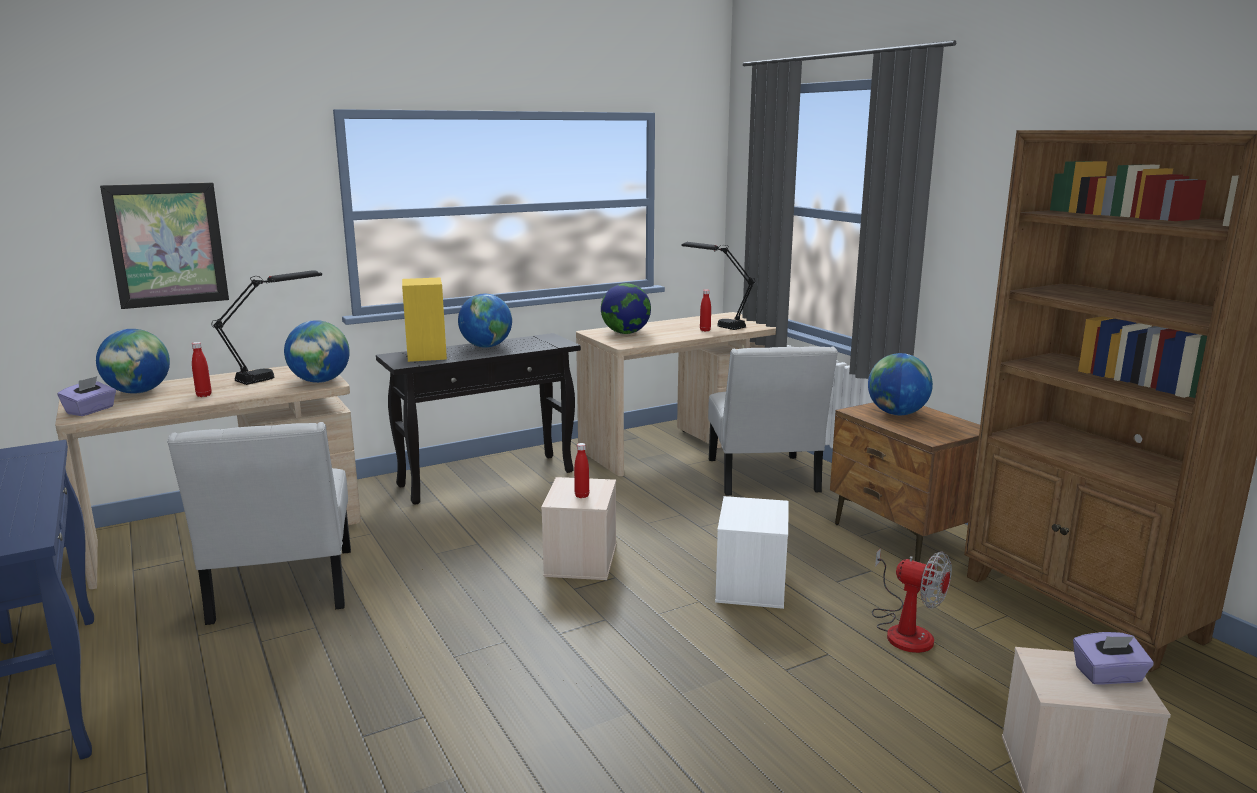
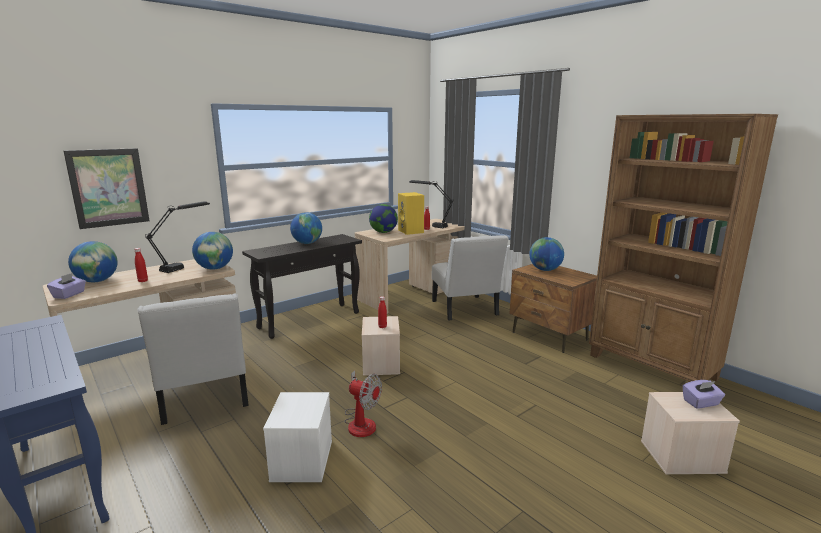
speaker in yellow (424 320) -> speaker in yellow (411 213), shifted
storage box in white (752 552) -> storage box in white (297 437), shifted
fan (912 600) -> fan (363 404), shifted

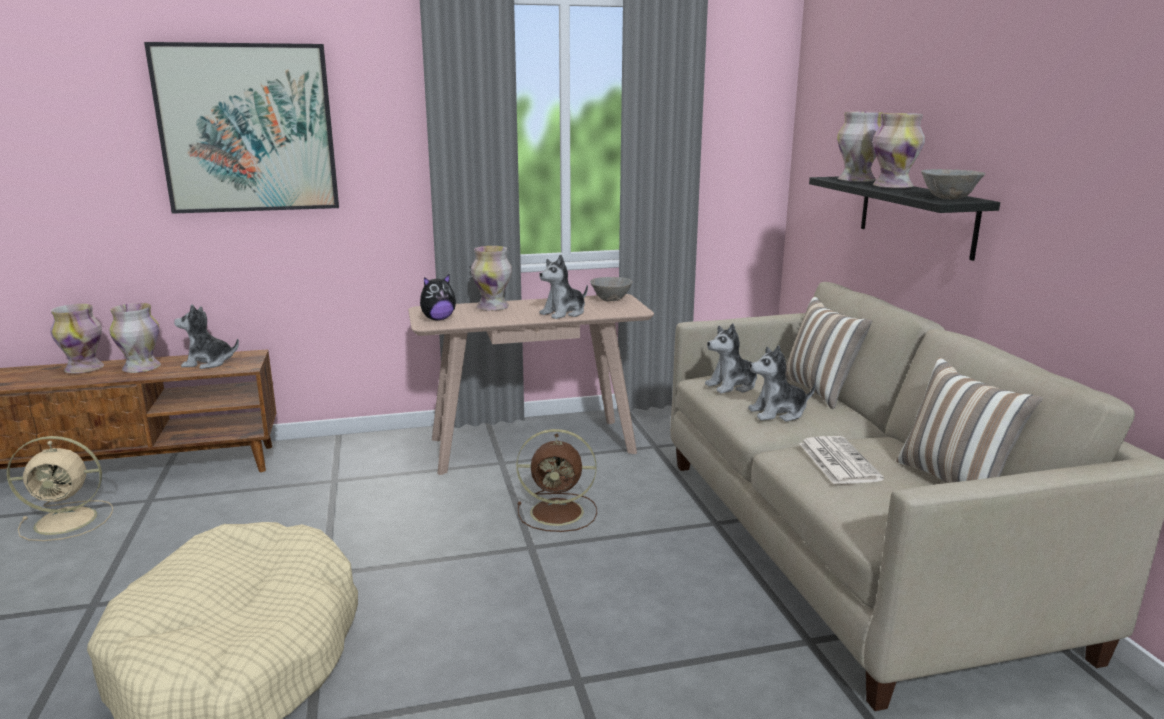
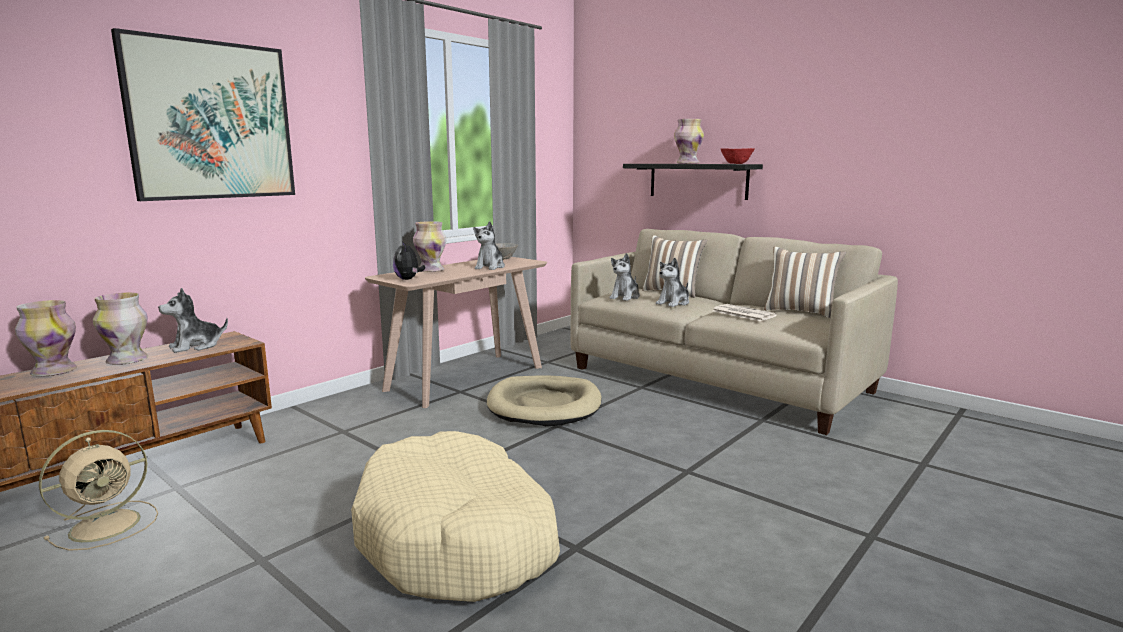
plush toy (438 297) -> plush toy (409 261), 135 degrees clockwise
fan in brown (556 480) -> dog bed in beige (544 401)
vase (860 147) -> none
bowl in grey (953 184) -> bowl in red (738 156)

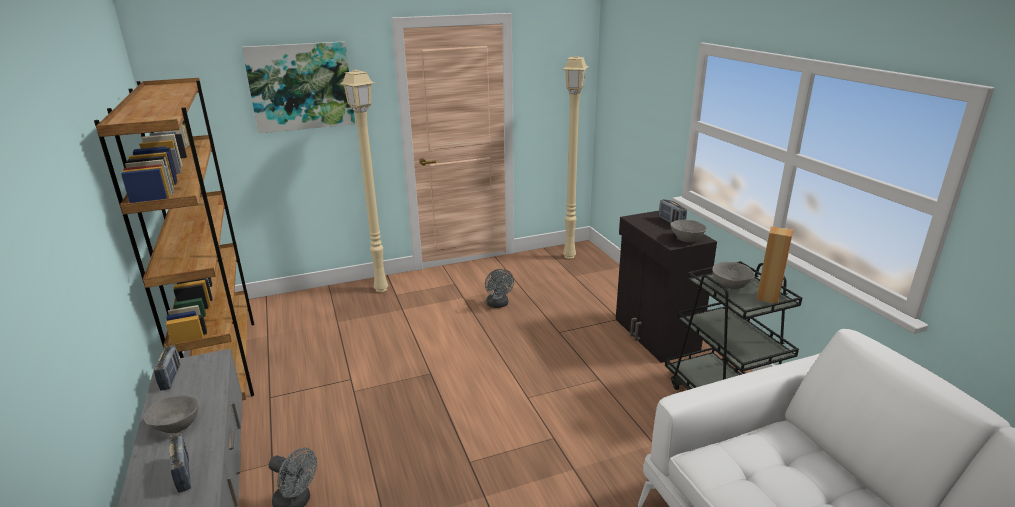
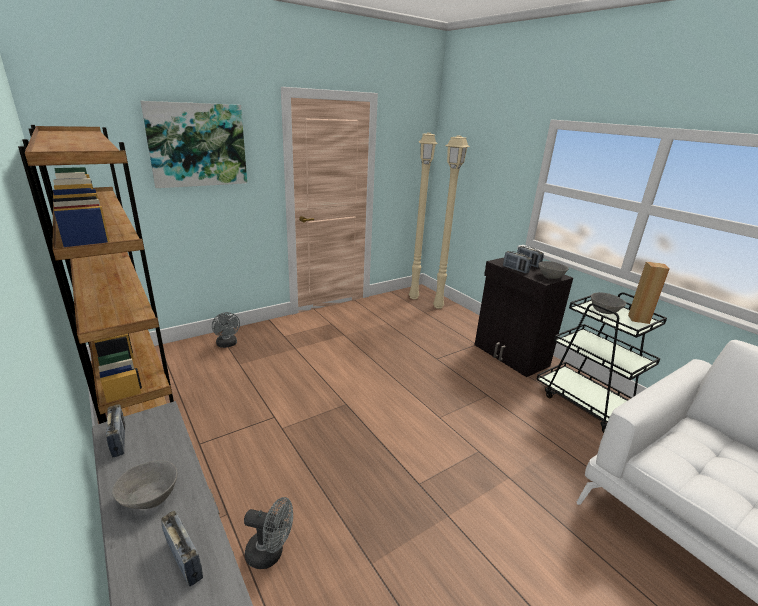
floor lamp in beige (364 181) -> floor lamp in beige (451 222), shifted
fan in grey (499 288) -> fan in grey (226 330), shifted
none -> radio (517 262)

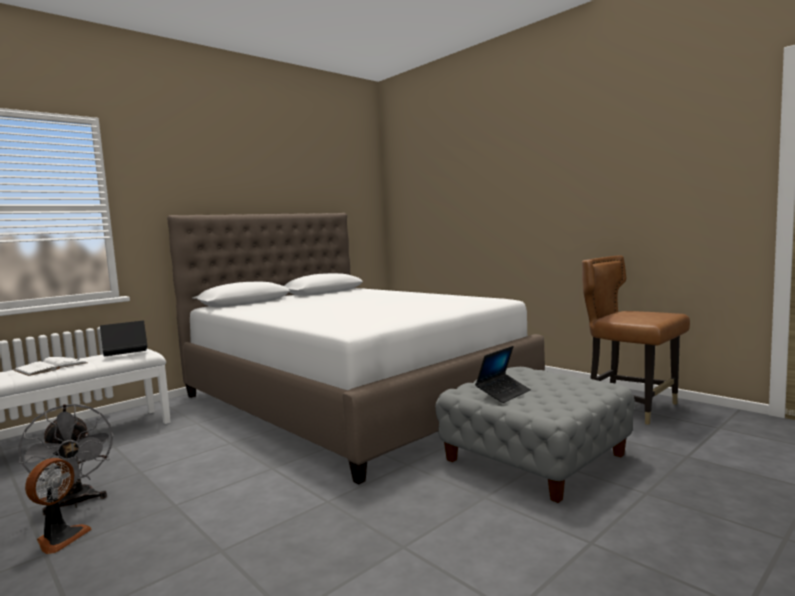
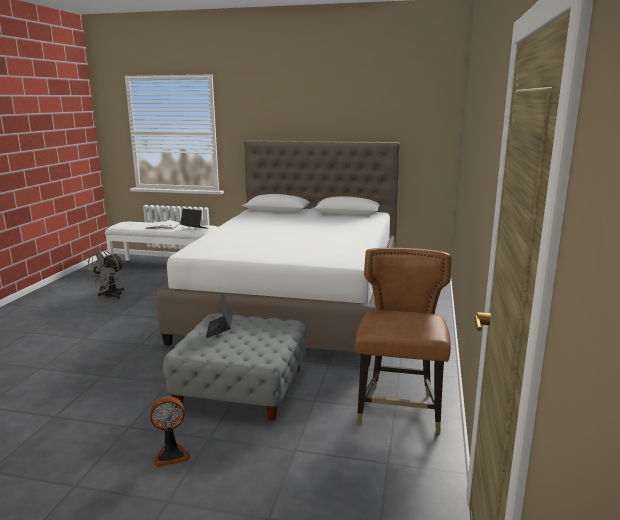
fan (58 506) -> fan (170 432), shifted
laptop (503 374) -> laptop (219 315), 75 degrees clockwise

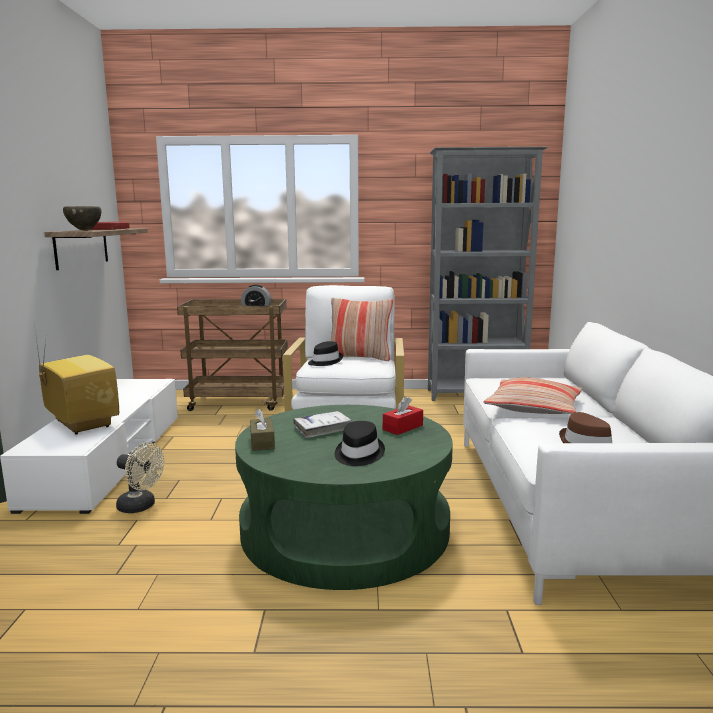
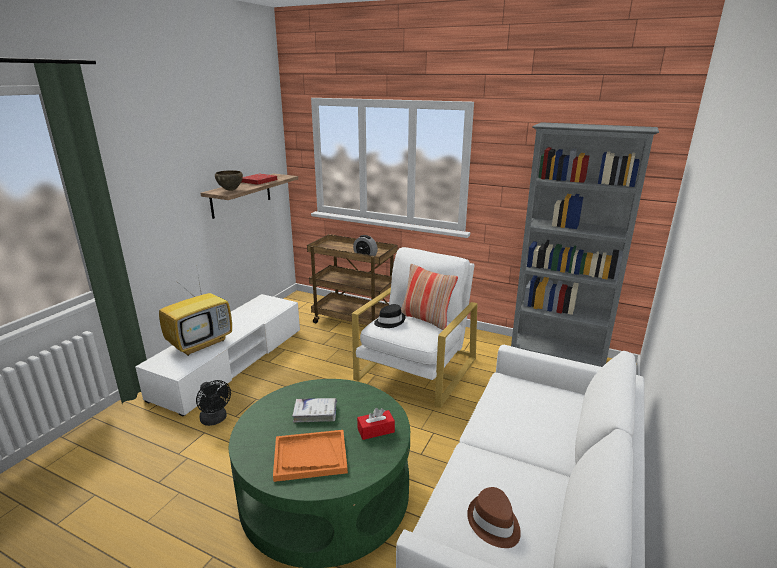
television (76 378) -> television (195 313), 60 degrees clockwise
fan in beige (140 477) -> fan in black (213 403)
tissue box in brown (262 430) -> none
hat in black (360 443) -> tray in orange (310 456)
pillow (532 395) -> none

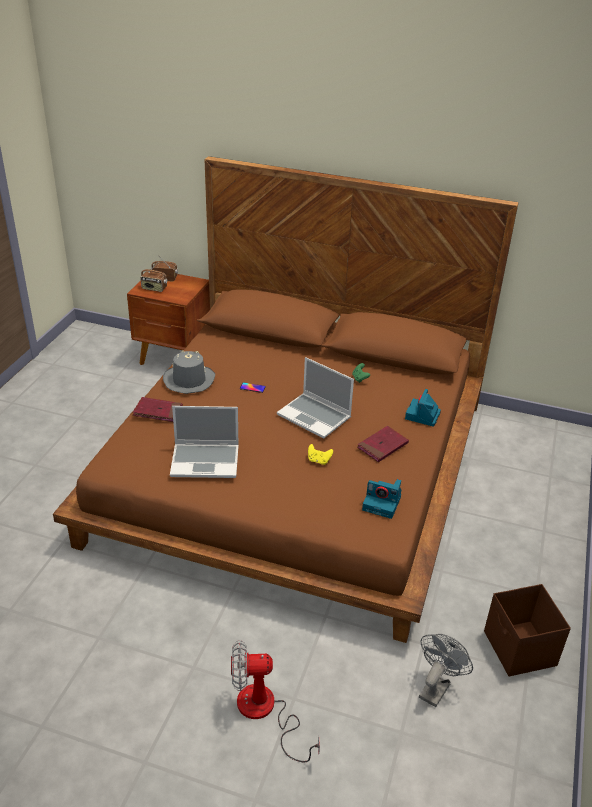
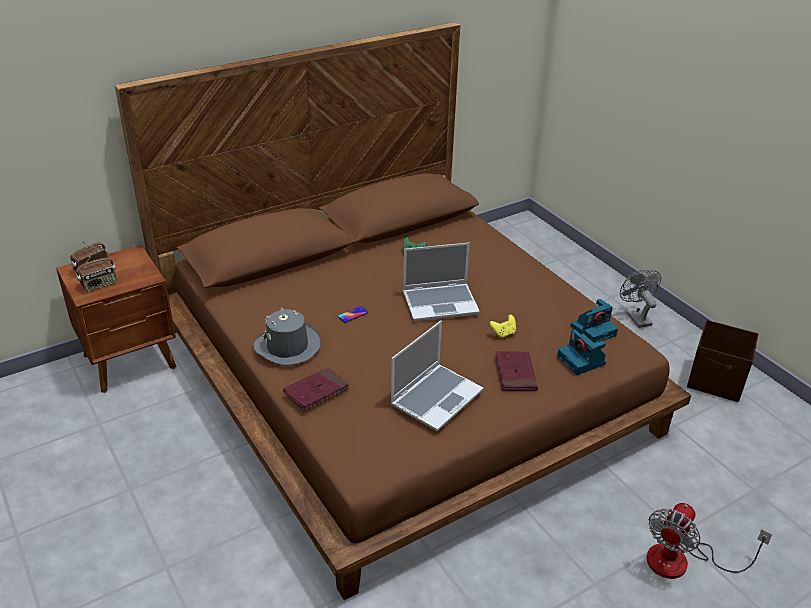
book in red (383 444) -> book in red (516 371), shifted
photo camera (423 408) -> photo camera (581 352), shifted
fan in grey (446 670) -> fan in grey (640 299), shifted

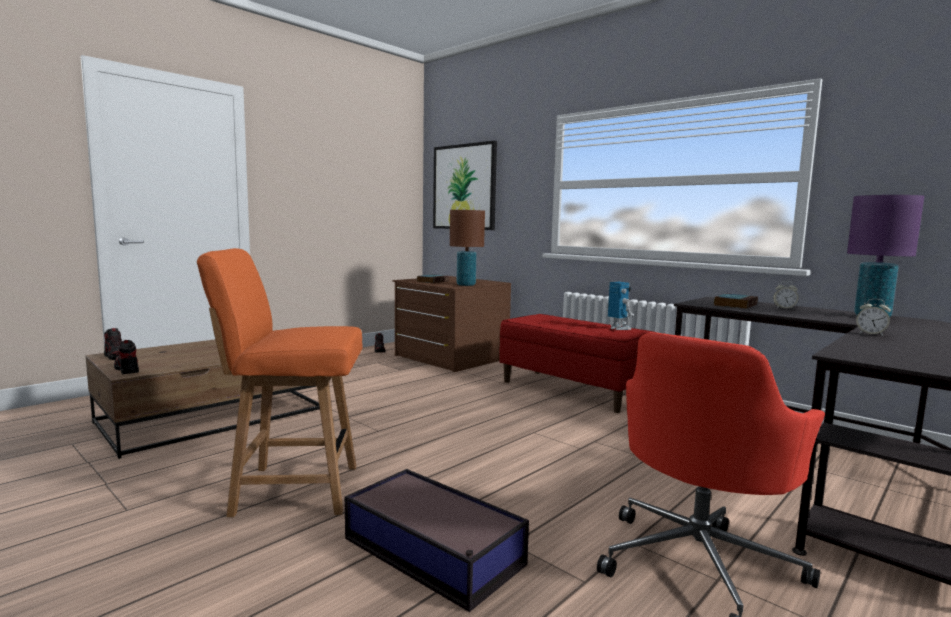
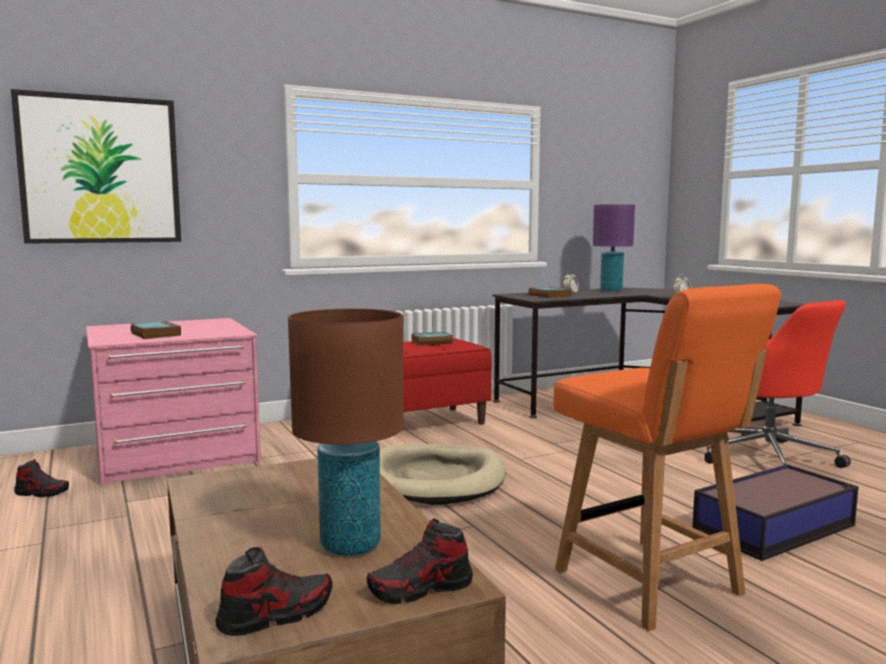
chair in orange (280 382) -> chair in orange (667 457), 45 degrees counterclockwise
dresser in brown (451 324) -> dresser in pink (173 402)
table lamp in brown (467 248) -> table lamp in brown (345 432), shifted
toy robot (620 306) -> book (433 338)
none -> dog bed in beige (443 474)

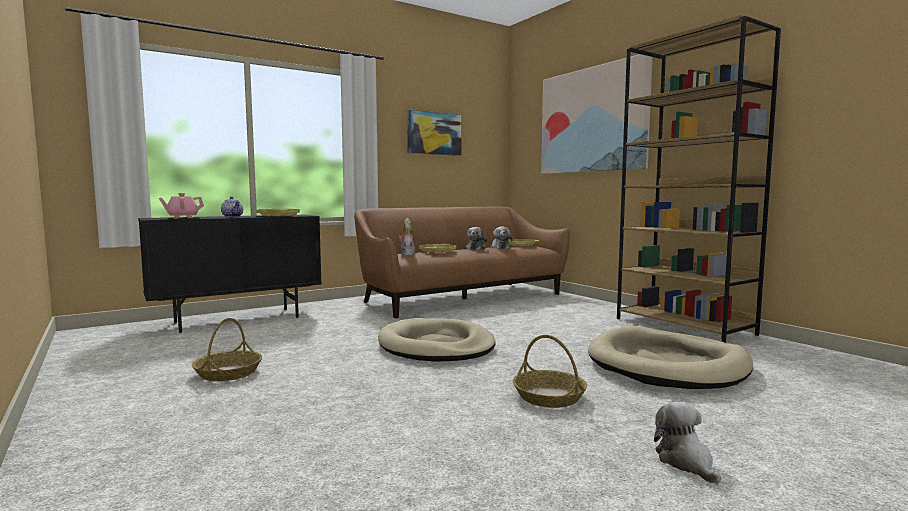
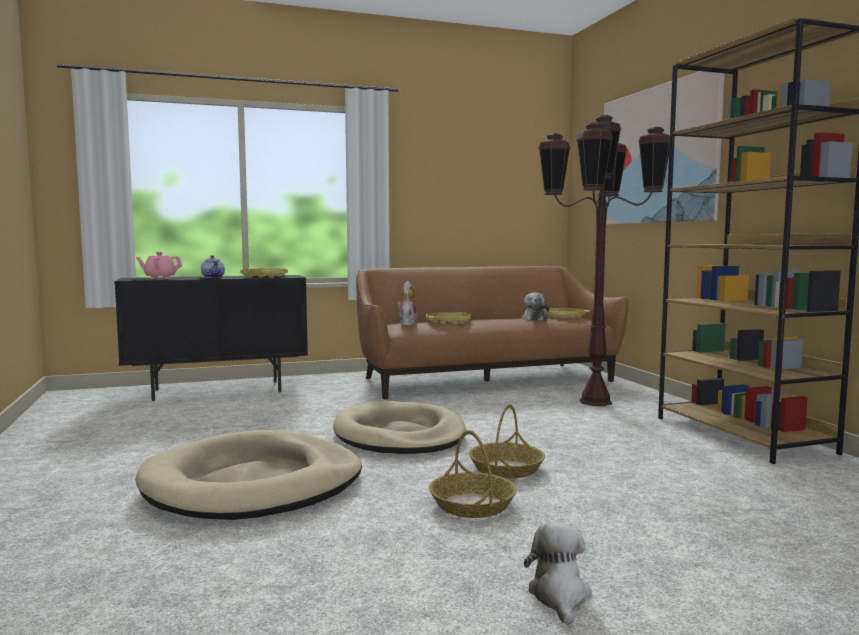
basket (227 349) -> basket (507 442), shifted
picture (434 133) -> none
plush toy (476 238) -> none
dog bed in beige (670 357) -> dog bed in beige (248 475), shifted
none -> floor lamp in brown (604 260)

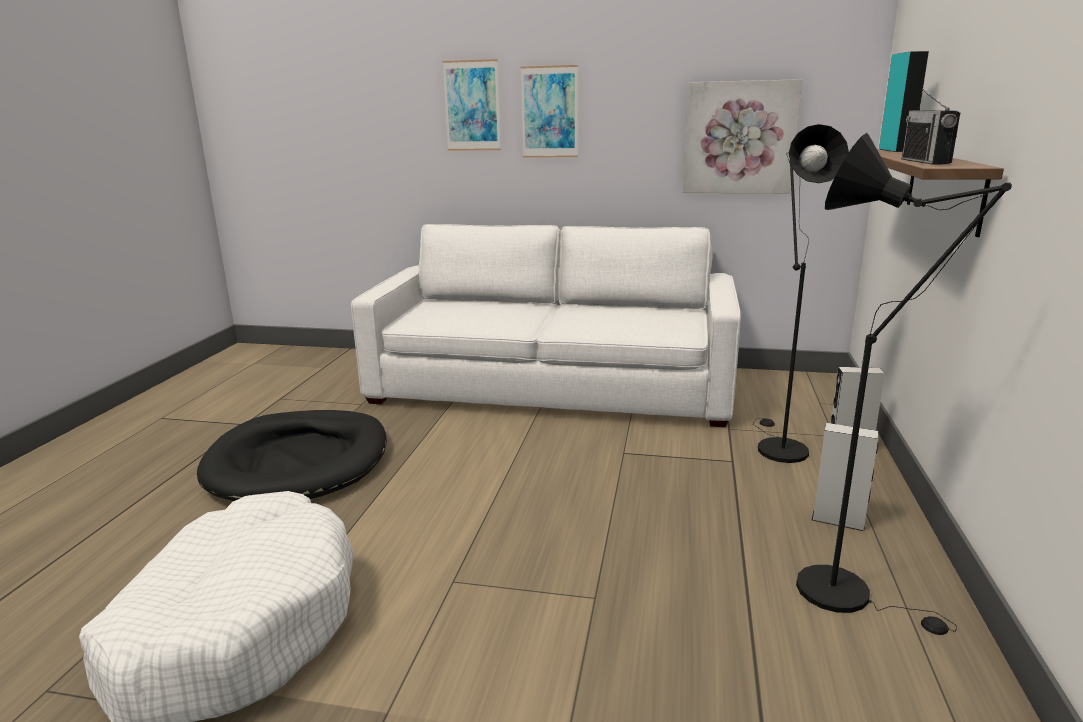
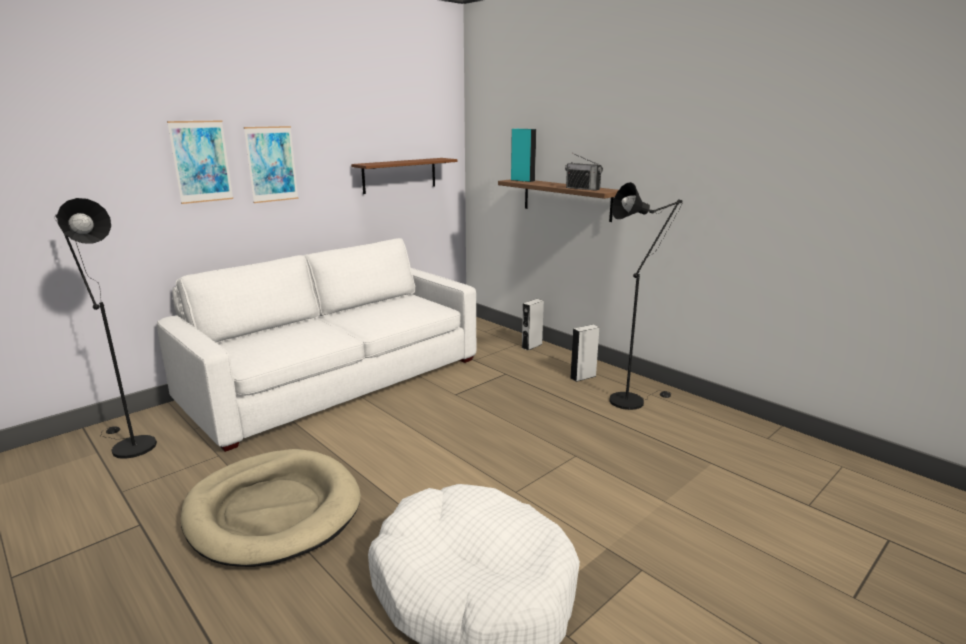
dog bed in black (292 455) -> dog bed in beige (270 508)
picture (742 136) -> shelf in brown (404 176)
floor lamp in black (801 293) -> floor lamp in black (105 328), shifted

